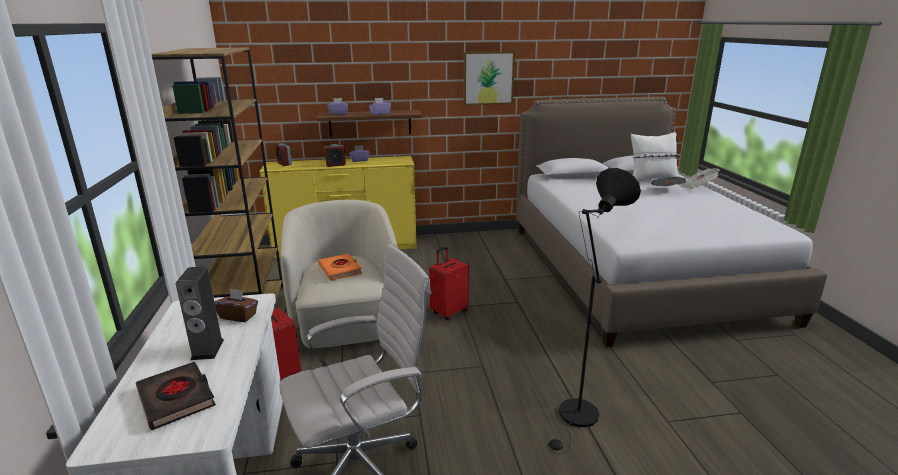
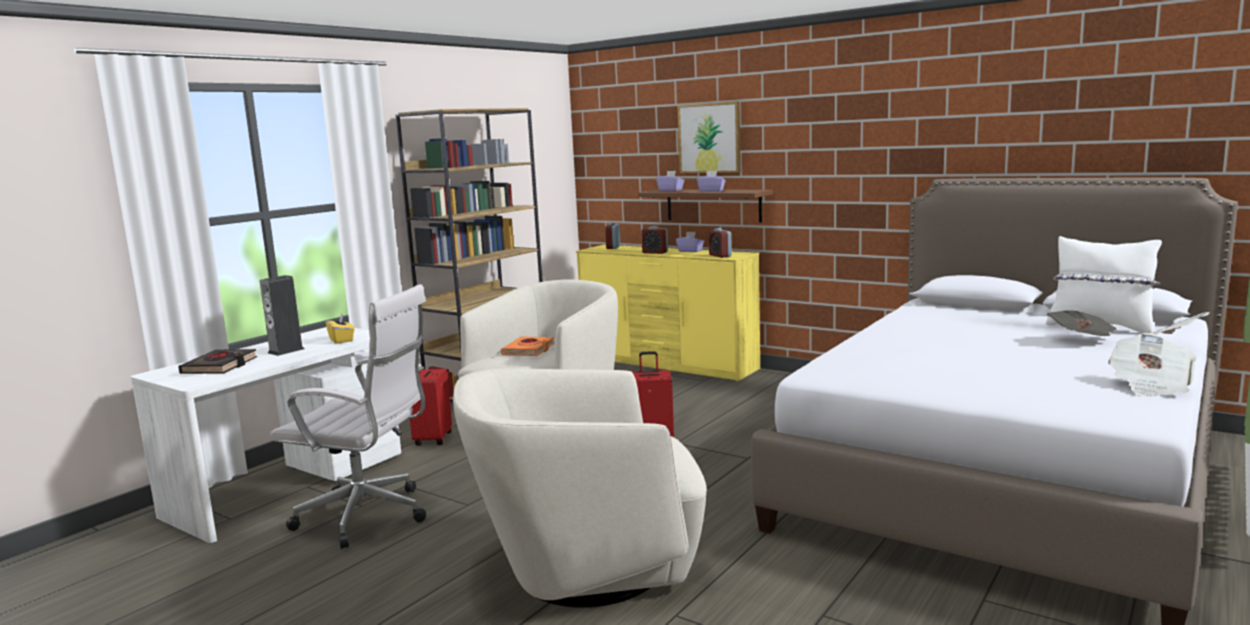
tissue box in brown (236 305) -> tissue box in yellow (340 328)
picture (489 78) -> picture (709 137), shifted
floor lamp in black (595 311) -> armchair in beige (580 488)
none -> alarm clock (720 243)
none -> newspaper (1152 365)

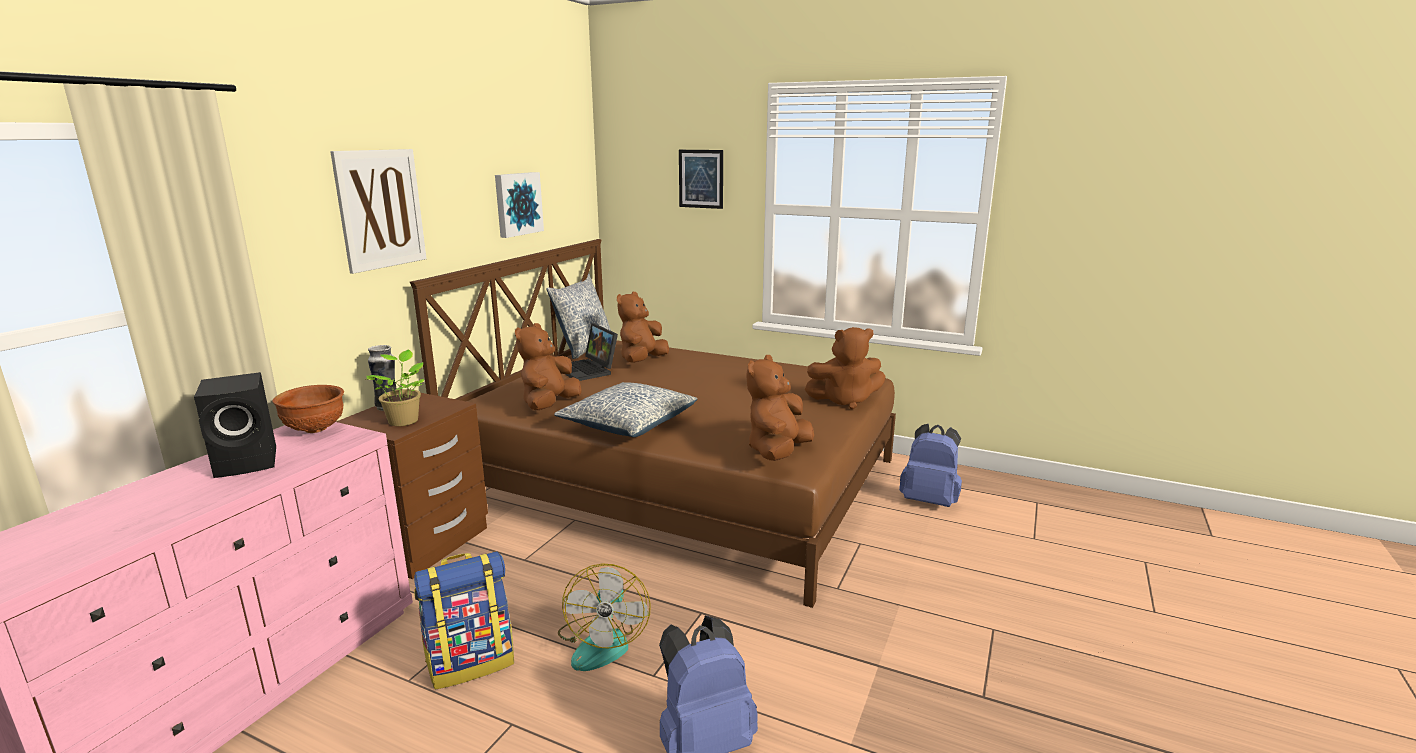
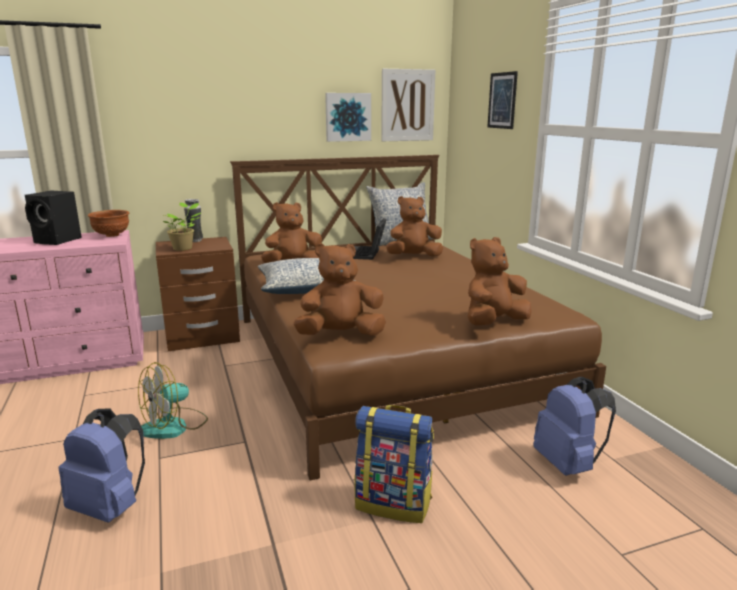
picture (378 211) -> picture (408 105), shifted
backpack (464 620) -> backpack (394 464), shifted
plush toy in brown (844 368) -> plush toy in brown (499 281), 105 degrees clockwise

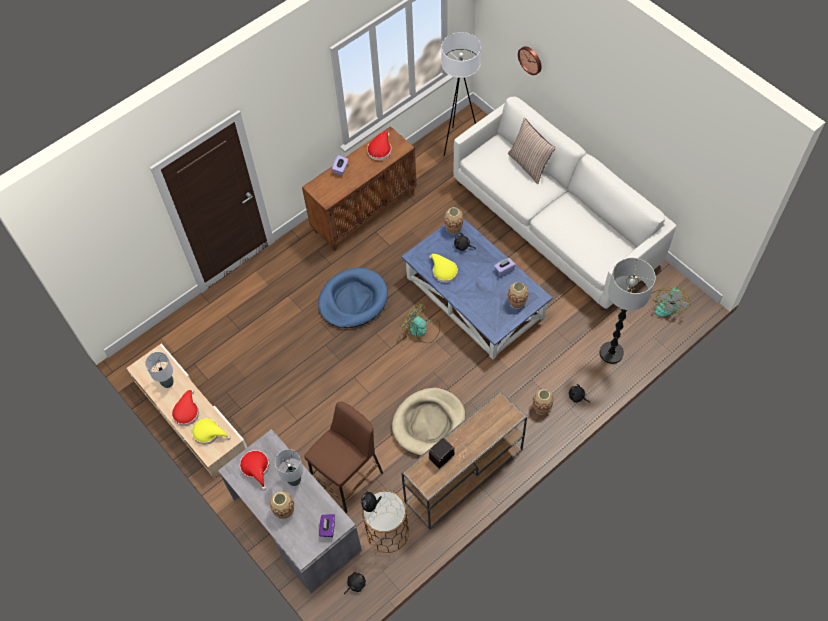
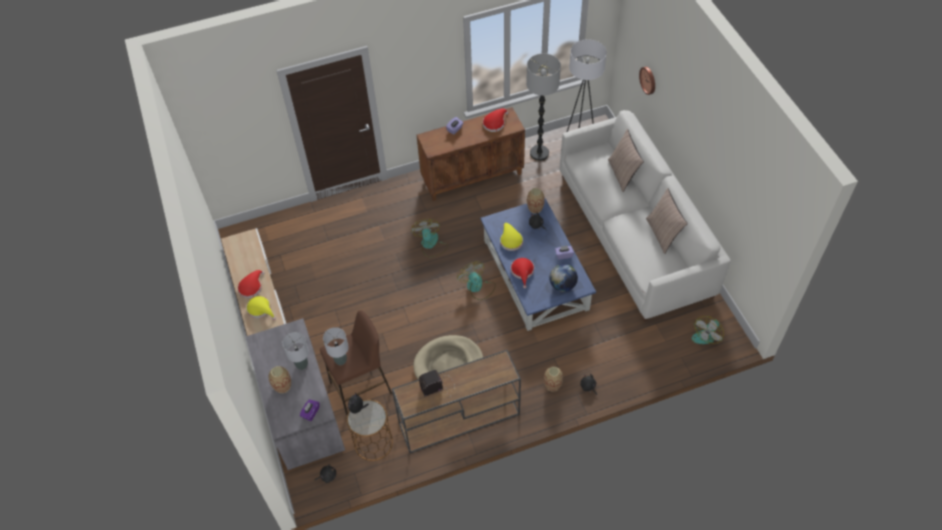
table lamp in grey (159 370) -> table lamp in grey (336 346), shifted
hat in red (254 470) -> hat in red (522 273), shifted
dog bed in blue (353 297) -> fan (429 238)
vase (518 295) -> globe (563 278)
floor lamp (628 311) -> floor lamp (543 107), shifted
none -> pillow (667 221)

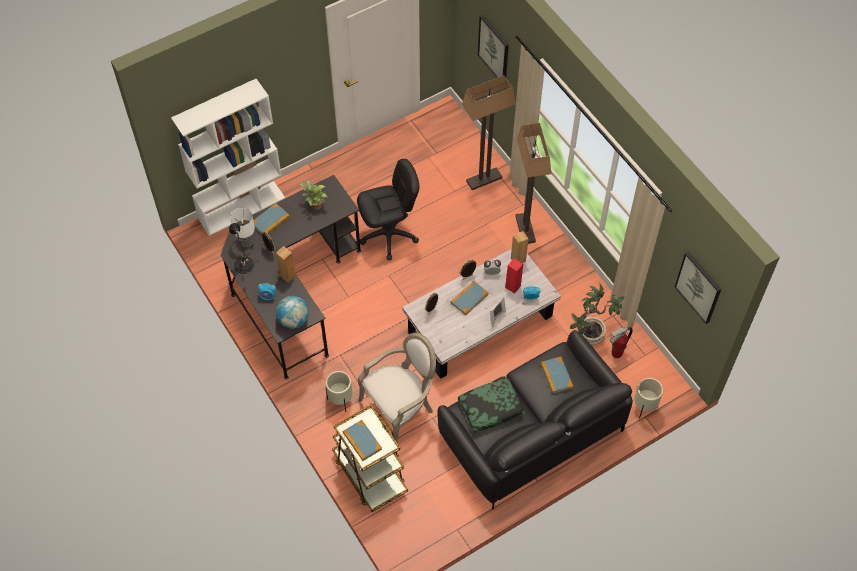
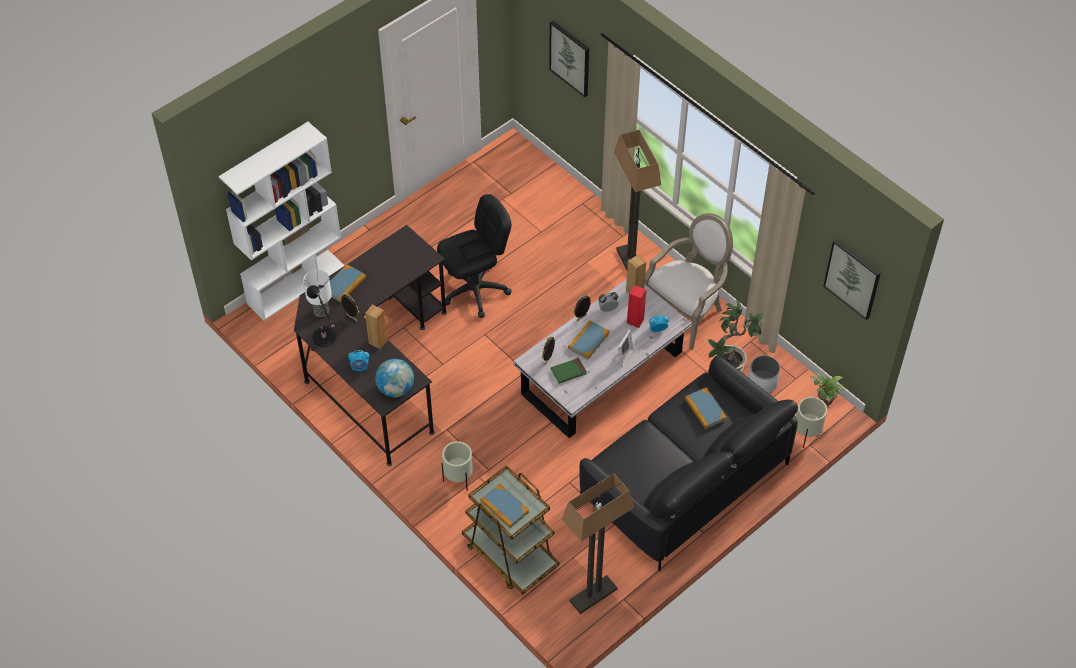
potted plant (314 195) -> potted plant (827 389), shifted
armchair (397 387) -> armchair (689 281), shifted
pillow (491 405) -> none
floor lamp (489 132) -> floor lamp (598 543), shifted
fire extinguisher (621 342) -> planter in white (764 374)
none -> book in green (569 371)

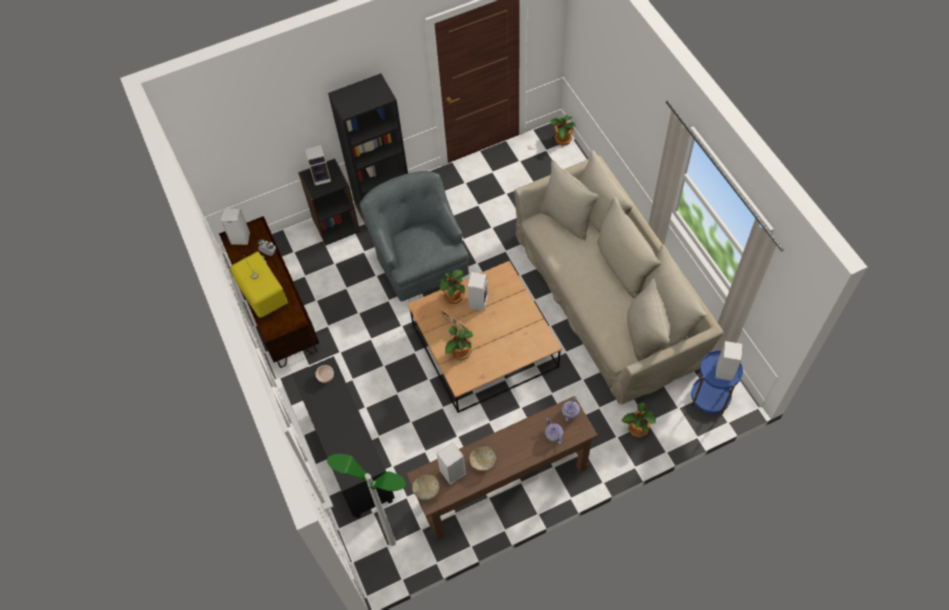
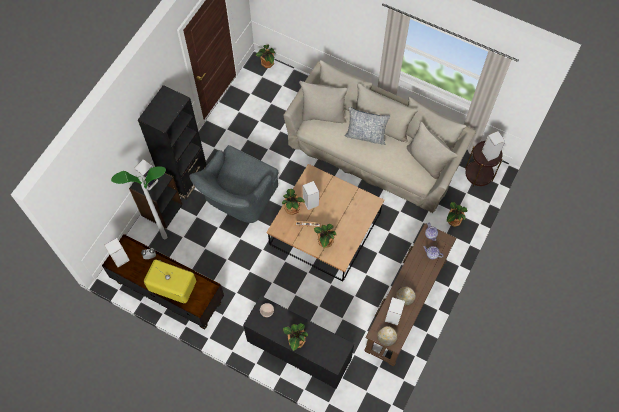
floor lamp (366 500) -> floor lamp (139 202), shifted
armchair in grey (414 236) -> armchair in grey (233 184), 90 degrees counterclockwise
side table in blue (717 382) -> side table in brown (484 164)
none -> potted plant (295 337)
none -> pillow (367 126)

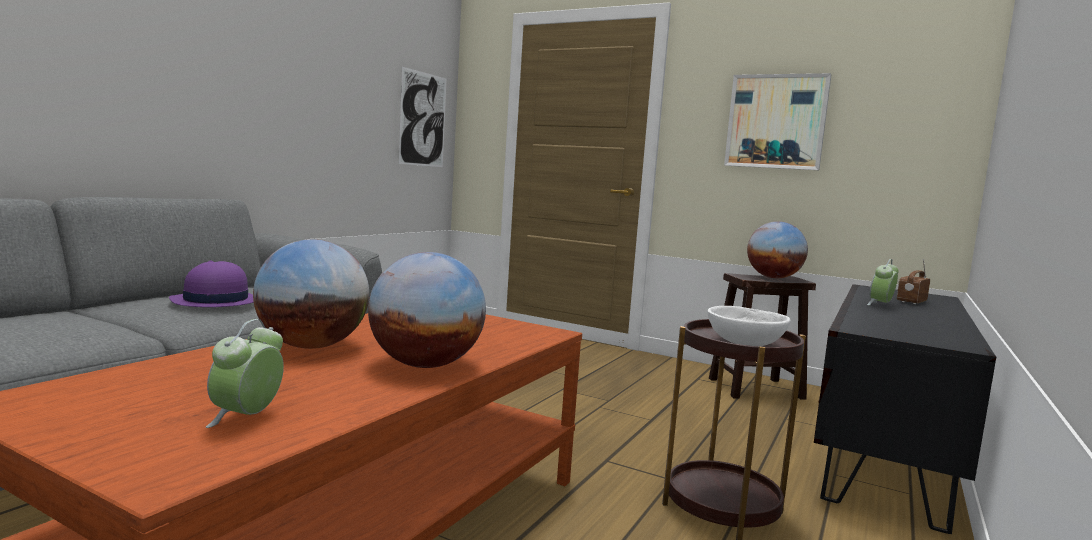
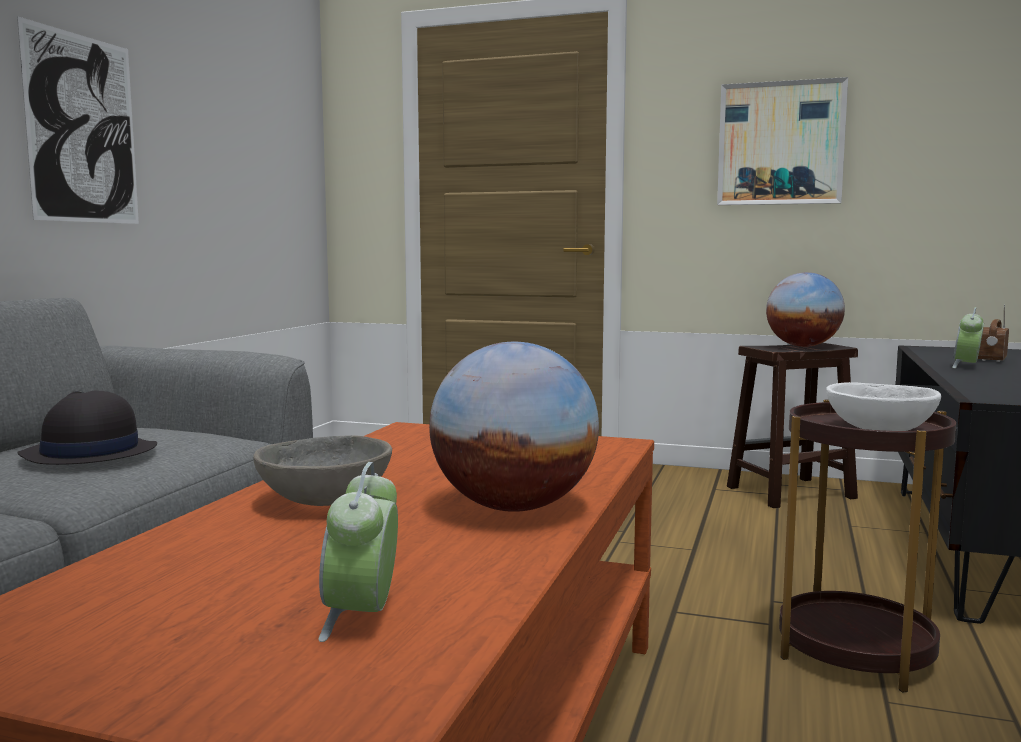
hat in purple (211 284) -> hat in black (87 428)
globe (311 294) -> bowl in grey (322 470)
picture (422 117) -> picture (78 120), shifted

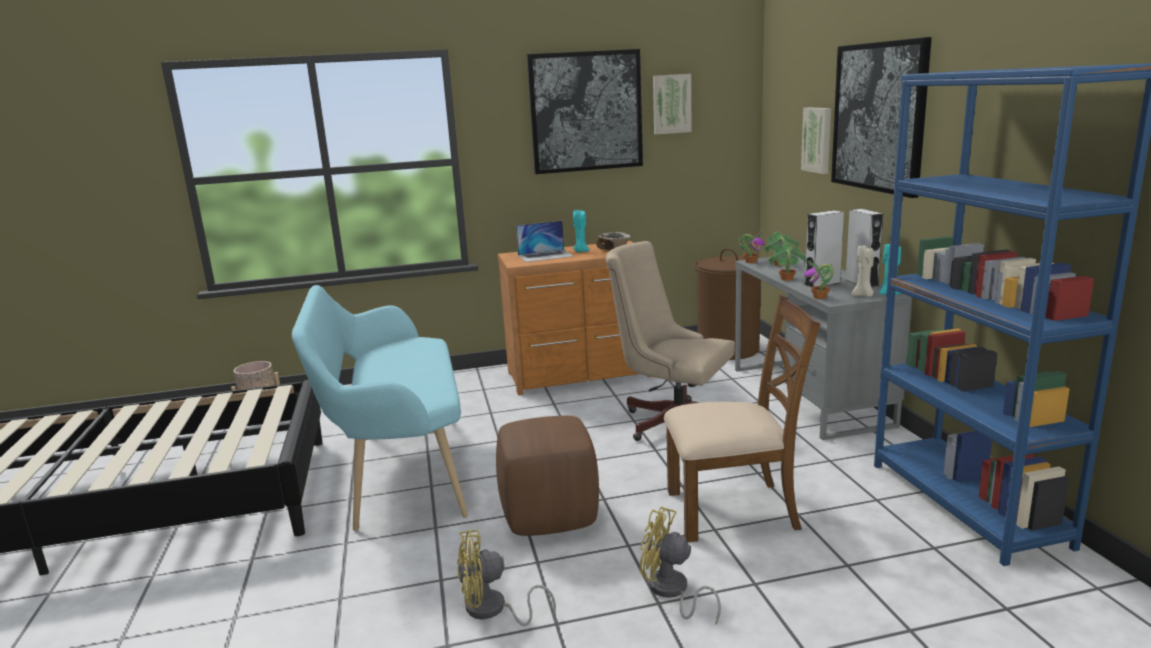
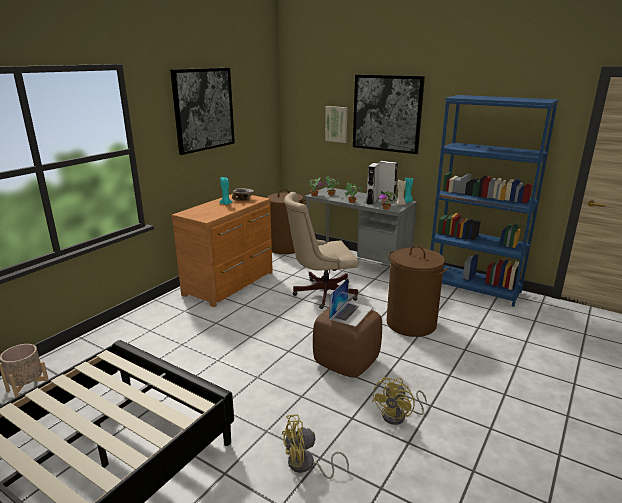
bench in turquoise (380 408) -> none
laptop (544 241) -> laptop (351 302), shifted
fan in yellow (680 565) -> fan in yellow (315 446), shifted
picture (672 104) -> none
chair in brown (742 418) -> laundry basket in brown (418 291)

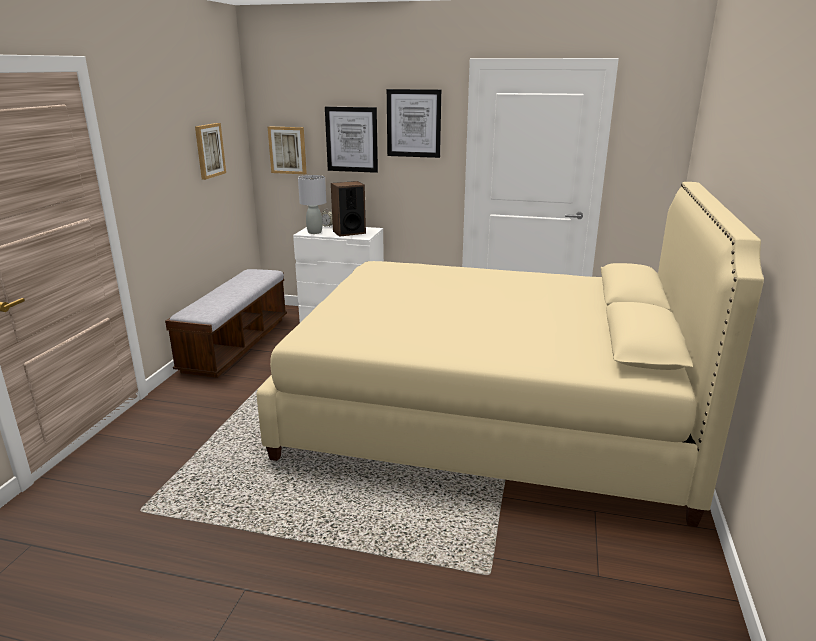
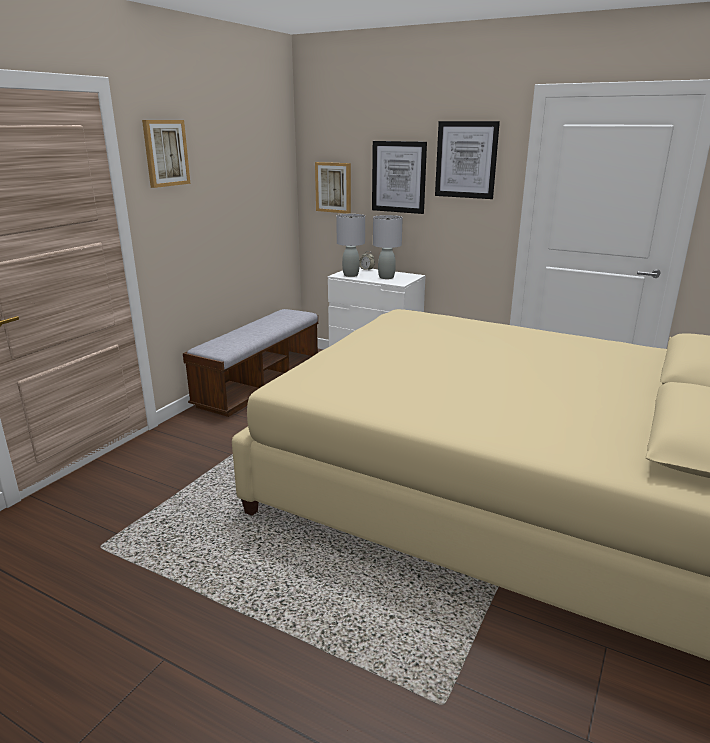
picture (210 151) -> picture (166 154), shifted
speaker (348 209) -> table lamp in grey (388 247)

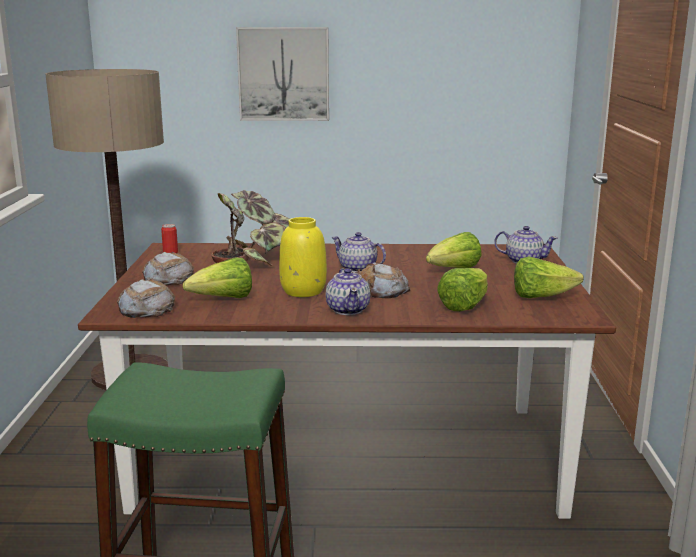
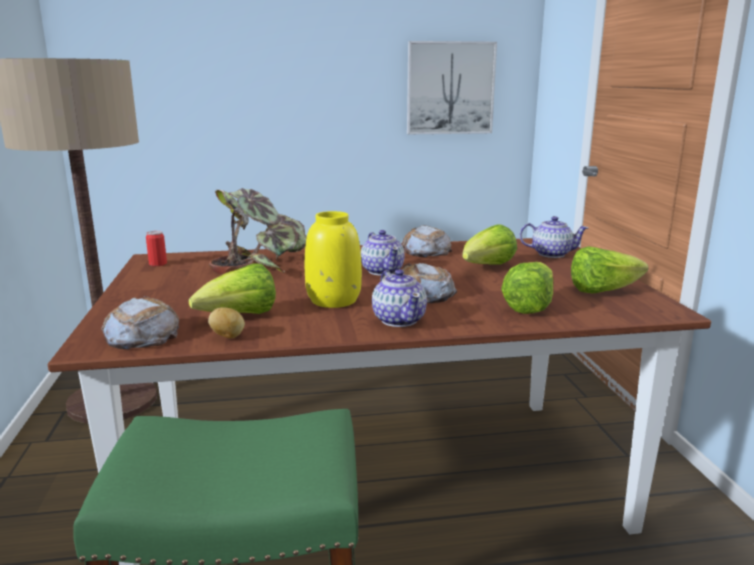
bread (168 268) -> bread (427 241), shifted
picture (282 74) -> picture (452 87), shifted
teapot (358 252) -> teapot (382 253), 135 degrees counterclockwise
none -> potato (226 322)

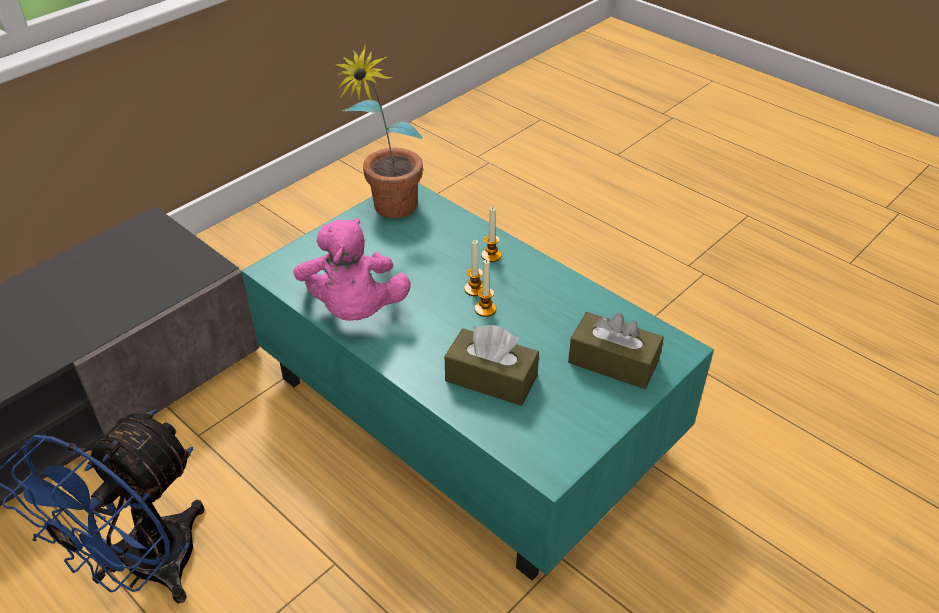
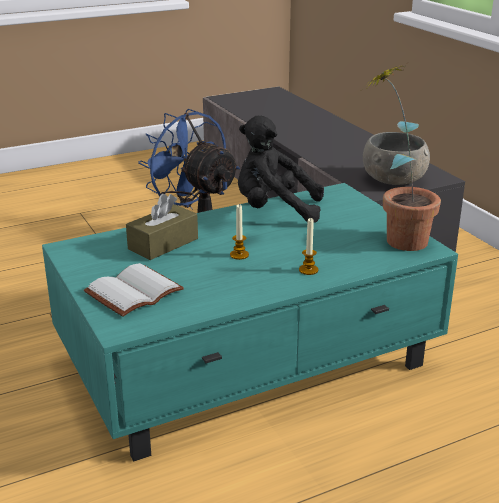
plush toy in pink (352 269) -> plush toy in black (281 169)
candle (473 268) -> none
tissue box in brown (616 350) -> book in white (134 290)
none -> bowl in grey (396 158)

